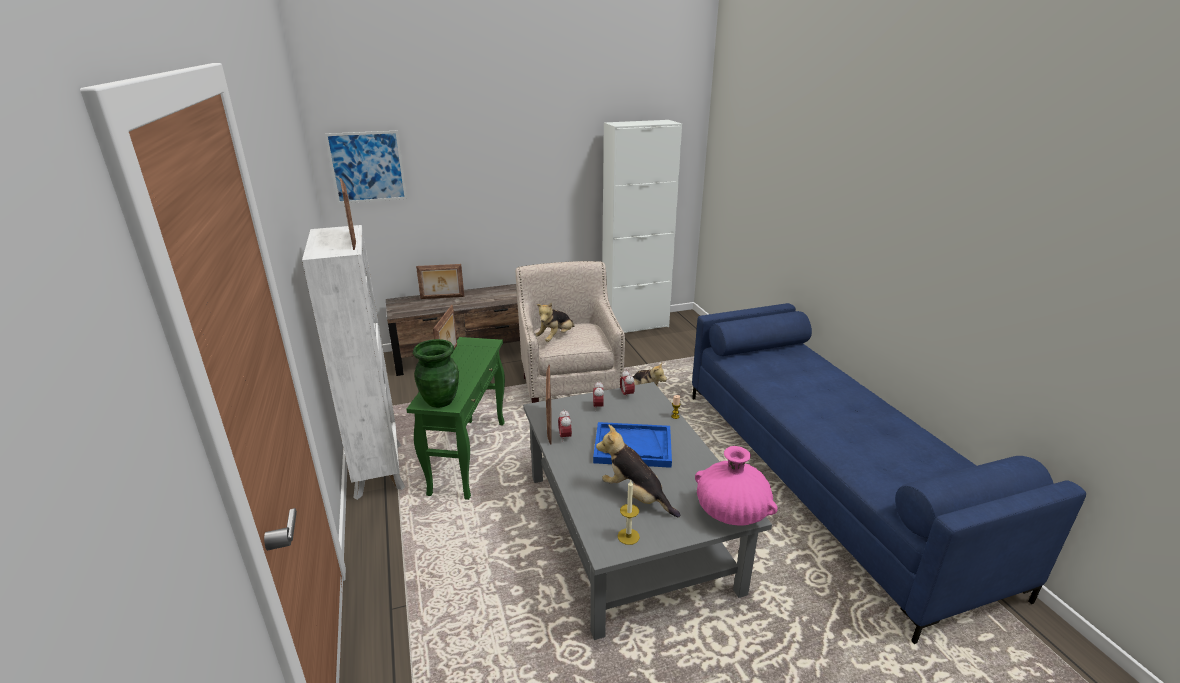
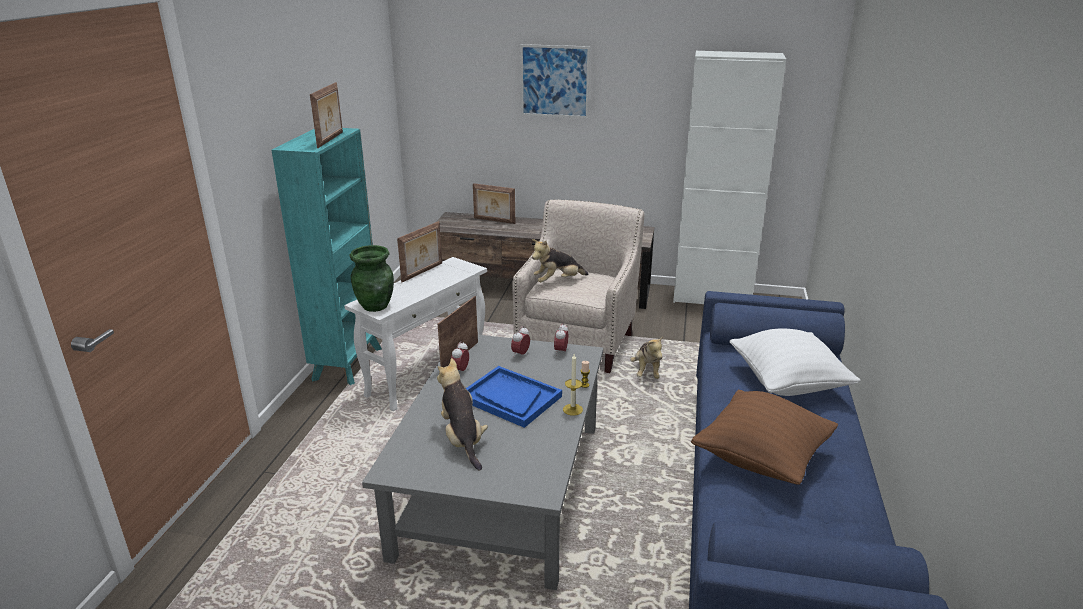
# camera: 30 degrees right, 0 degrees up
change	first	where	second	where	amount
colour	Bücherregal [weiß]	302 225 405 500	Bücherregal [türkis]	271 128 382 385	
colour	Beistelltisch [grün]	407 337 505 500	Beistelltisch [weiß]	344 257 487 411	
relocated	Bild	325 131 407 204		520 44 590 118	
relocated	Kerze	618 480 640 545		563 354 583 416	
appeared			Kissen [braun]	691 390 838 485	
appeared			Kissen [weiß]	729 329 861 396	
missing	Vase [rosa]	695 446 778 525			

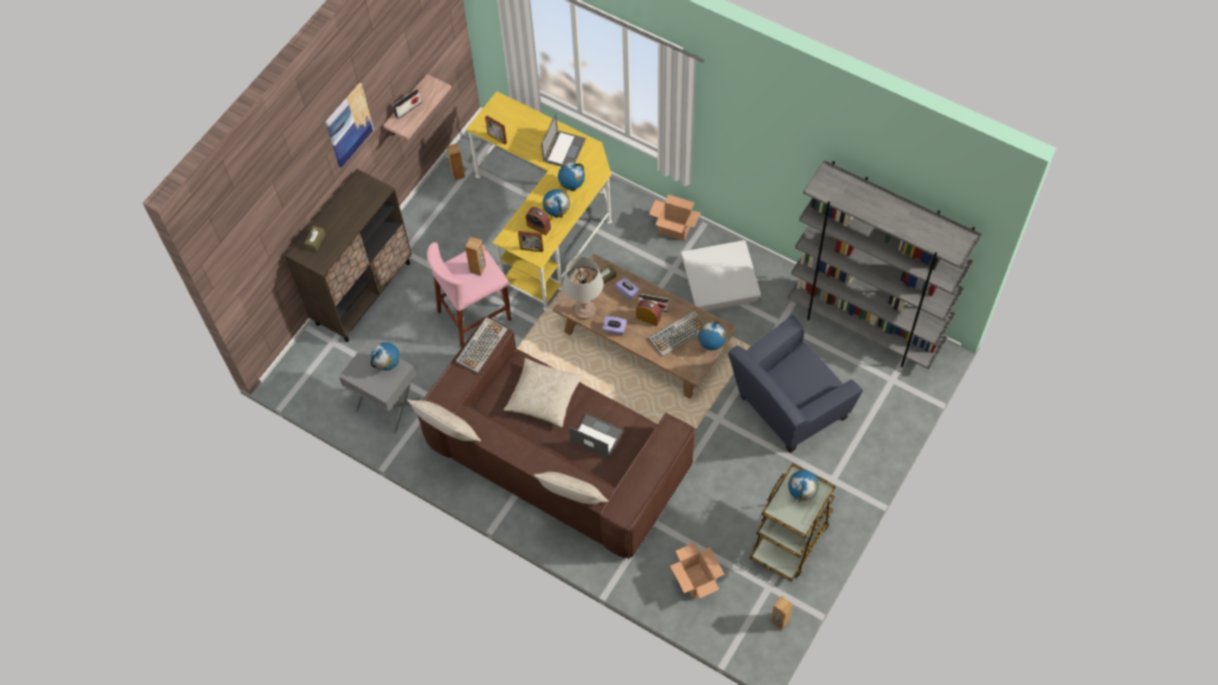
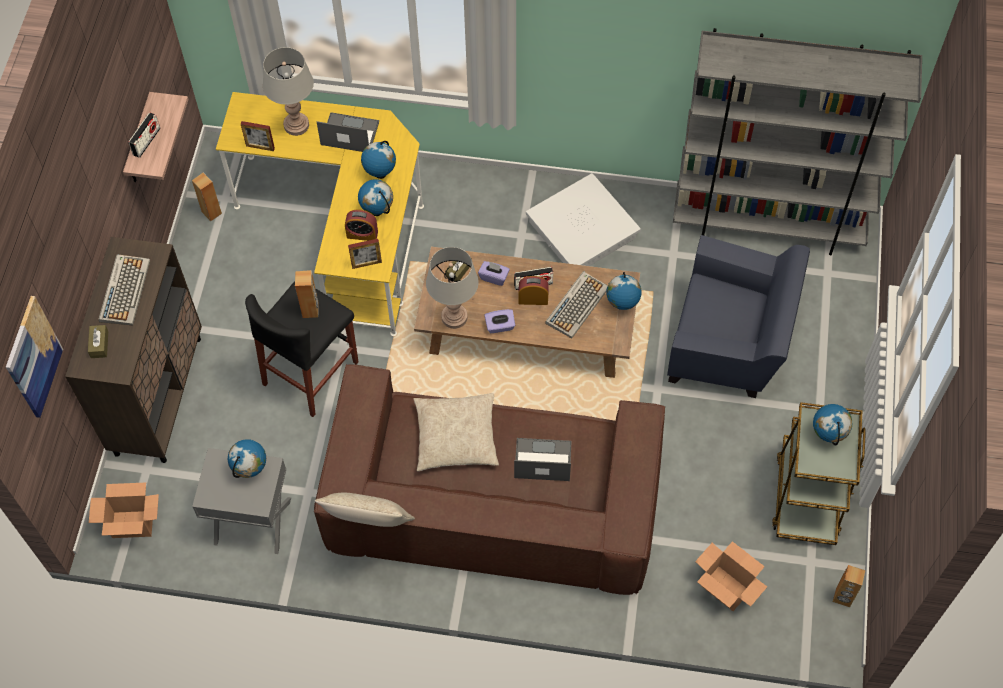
# camera: 25 degrees left, 0 degrees up
change	first	where	second	where	amount
relocated	Bild	325 83 374 168		6 296 63 418	
relocated	Karton	649 195 701 241		89 483 159 538	
relocated	Tastatur	456 317 507 373		98 254 150 325	
colour	Hocker [rosa]	427 242 512 347	Hocker [schwarz]	245 281 359 417	
appeared			Tischlampe [grau]	263 47 314 136	
spun	Laptop	541 114 586 167		317 112 379 152	75 degrees counterclockwise
spun	Sessel [blau]	728 314 863 453		667 235 810 398	105 degrees counterclockwise
missing	Kissen [beige]	534 472 608 505			

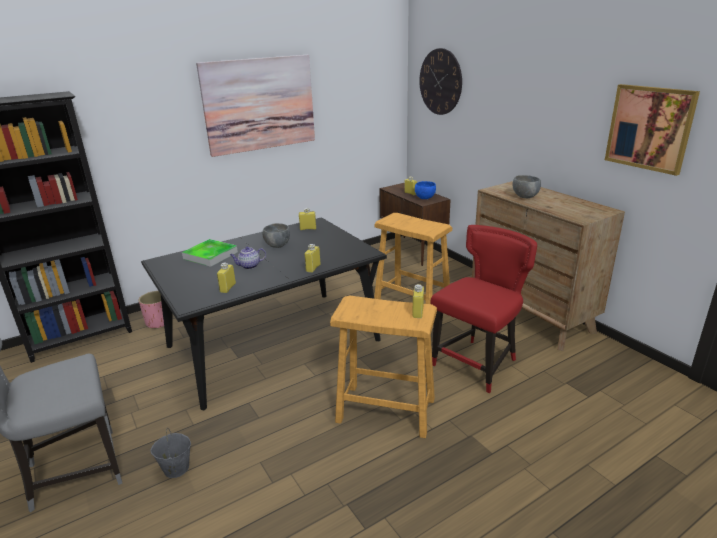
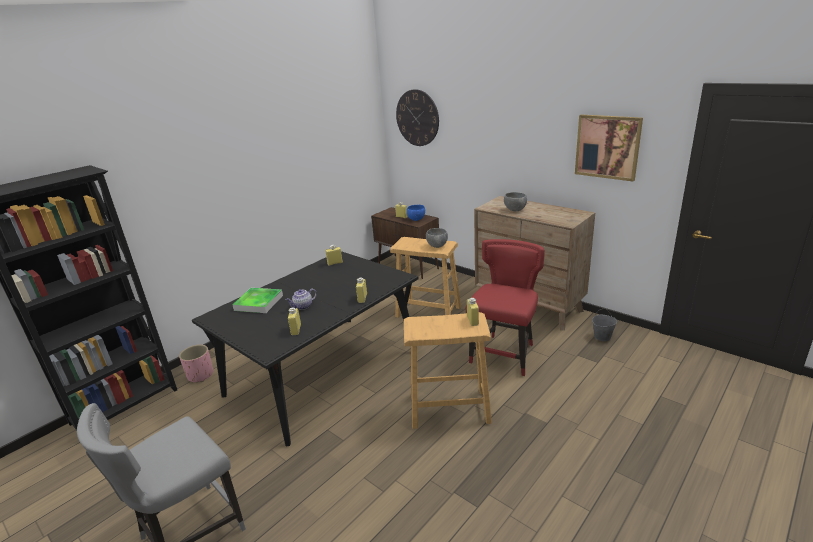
# camera: 15 degrees left, 0 degrees up
change	first	where	second	where	amount
relocated	Schüssel [grau]	262 223 290 248		426 228 448 248	
relocated	Eimer [grau]	150 428 191 478		592 309 617 341	
missing	Bild	196 55 315 157			

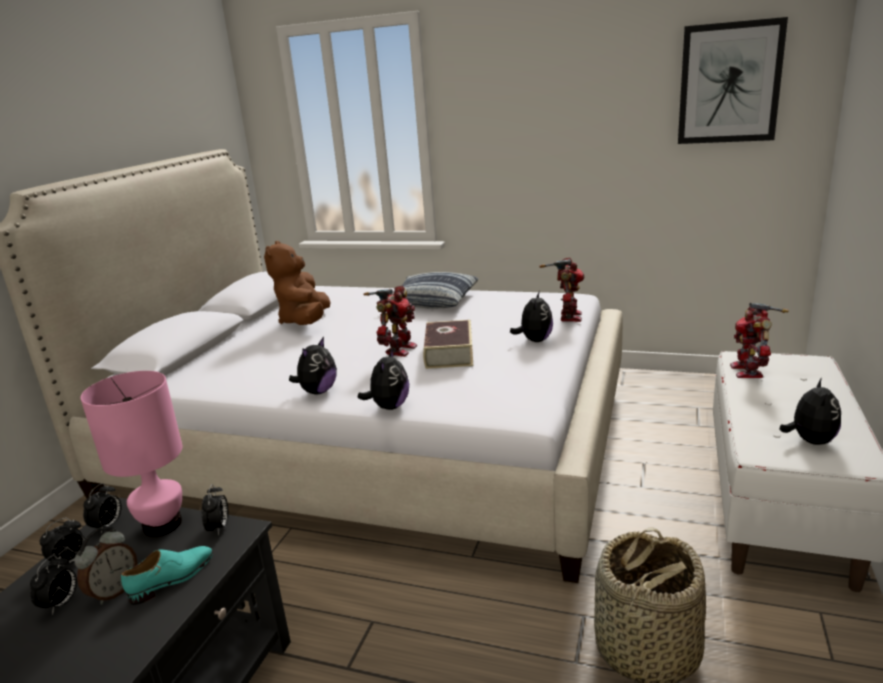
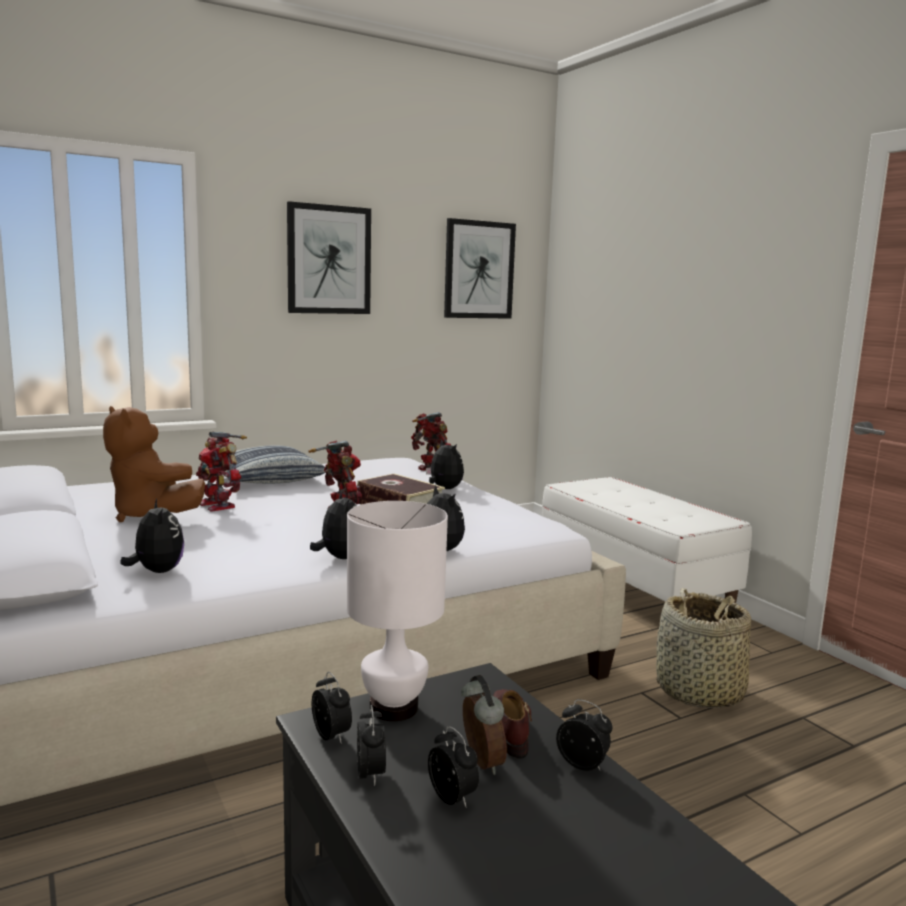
# camera: 50 degrees left, 10 degrees down
change	first	where	second	where	amount
relocated	Plüschtier	780 377 841 445		121 499 184 573	
relocated	Spielzeugroboter	730 303 789 378		196 432 247 511	
appeared			Bild	287 201 371 314	
colour	Tischlampe [rosa]	80 371 183 537	Tischlampe [weiß]	347 501 448 721	
colour	Schuh [türkis]	121 546 213 605	Schuh [braun]	493 689 532 759	
relocated	Wecker	202 484 229 535		556 699 613 771	

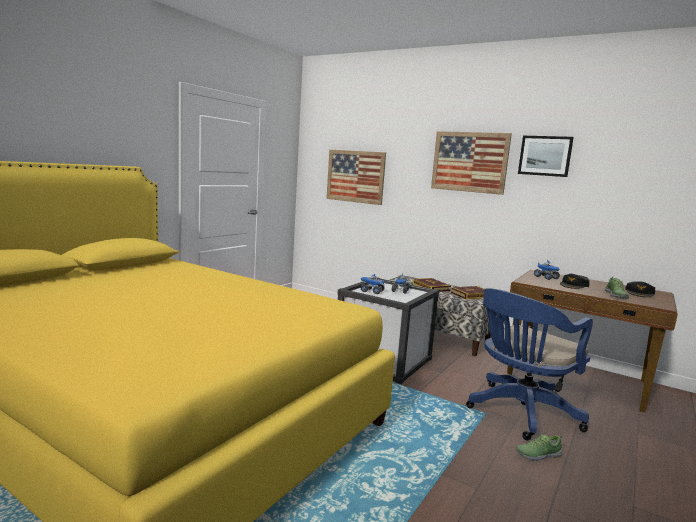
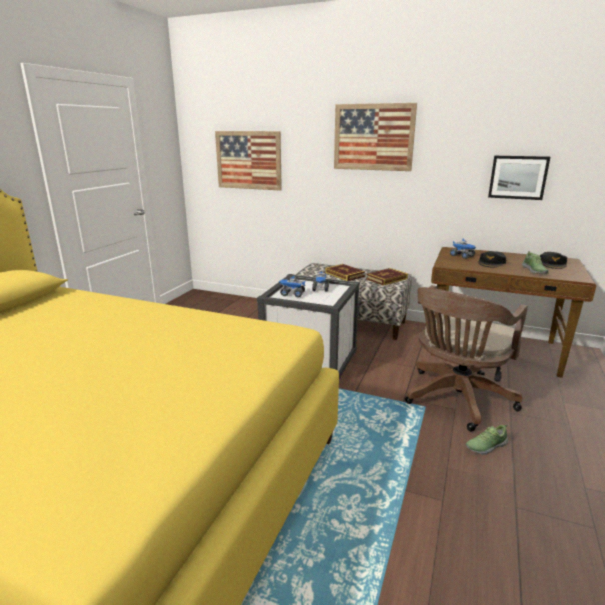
# camera: 10 degrees left, 10 degrees up
change	first	where	second	where	amount
colour	Bürostuhl [blau]	466 288 593 440	Bürostuhl [braun]	405 285 528 431	
relocated	Bild	518 136 574 177		488 156 550 200	

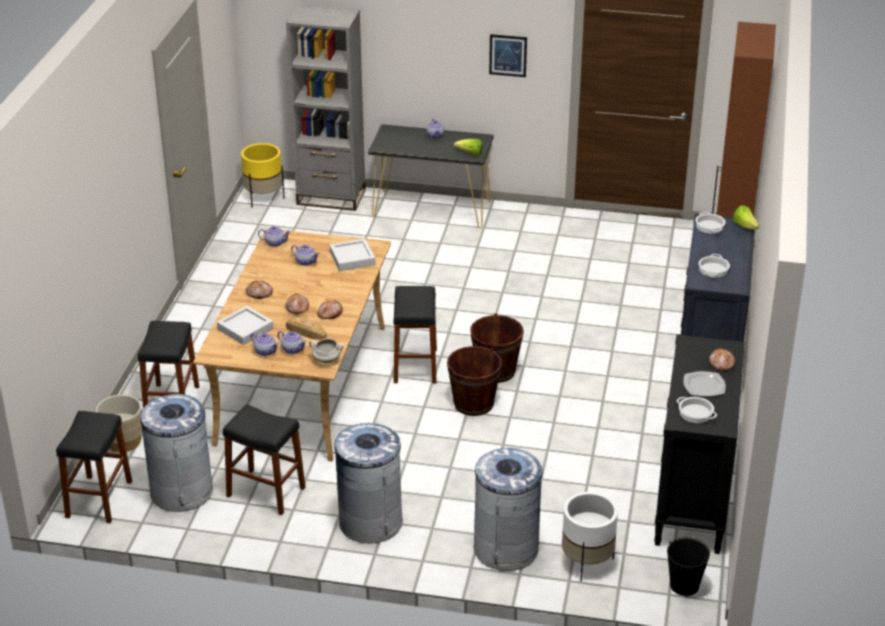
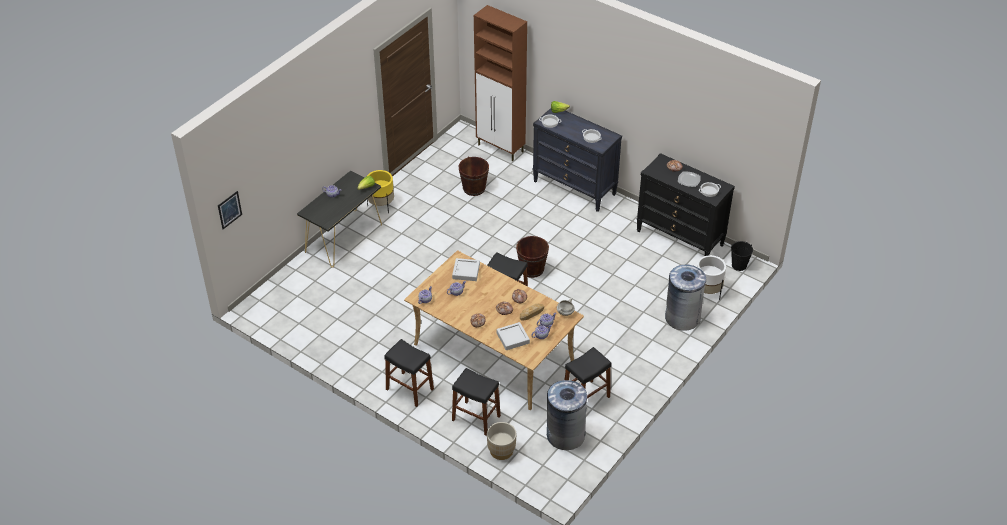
# camera: 65 degrees left, 10 degrees up
change	first	where	second	where	amount
relocated	Bild	489 34 527 77		218 191 242 229	
relocated	Pflanzkübel [gelb]	241 143 285 207		367 170 394 214	
relocated	Hocker [schwarz]	56 411 132 523		384 339 434 407	
relocated	Eimer [braun]	447 346 502 416		459 156 489 196	
missing	Bücherregal [grau]	286 5 366 211			
missing	Mülleimer [grau]	335 423 403 543			

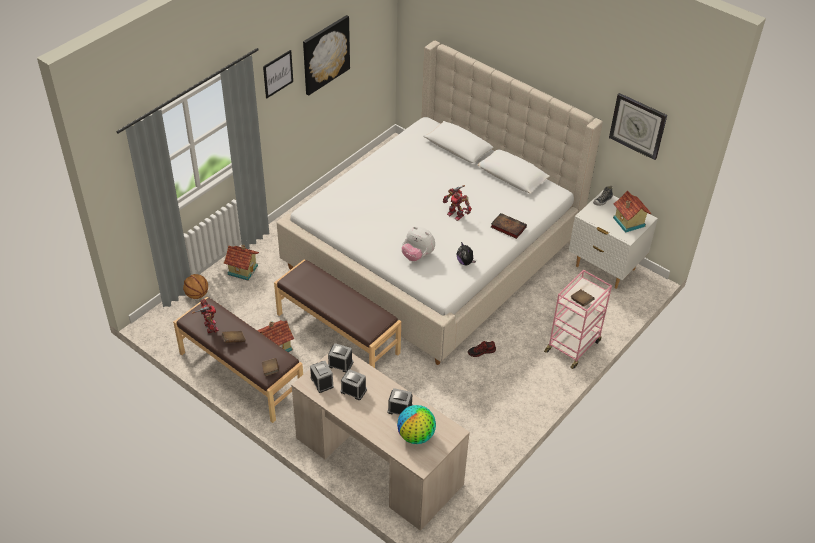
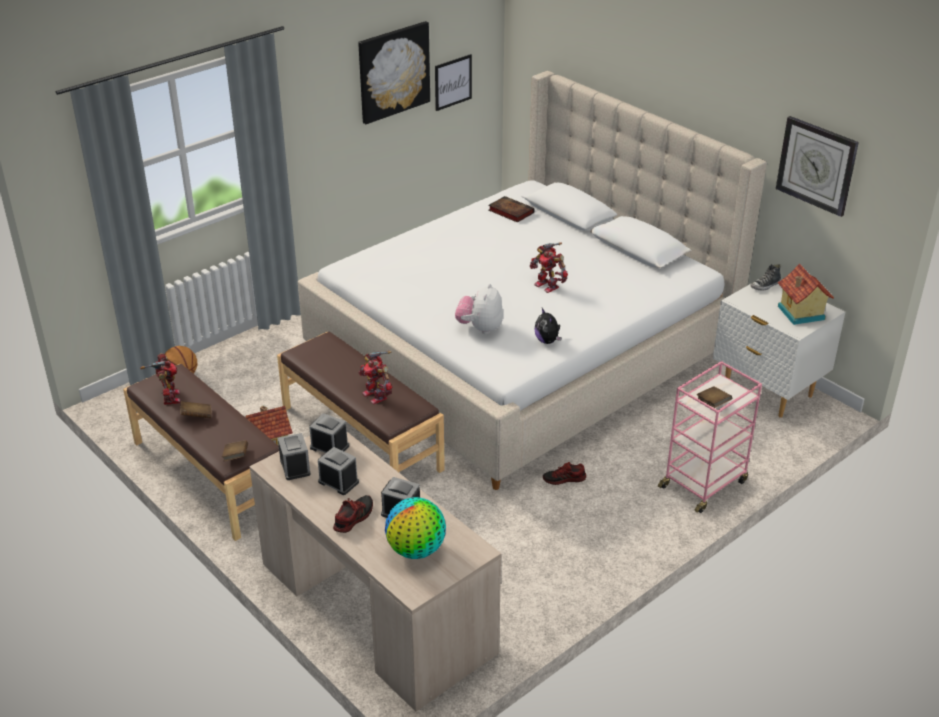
# camera: 10 degrees right, 10 degrees down
change	first	where	second	where	amount
appeared			Schuh	333 495 373 533	
appeared			Spielzeugroboter	358 351 392 404	
relocated	Bild	263 50 293 98		435 54 472 111	
spun	Plüschtier	402 226 435 261		455 284 503 334	60 degrees clockwise
relocated	Buch	491 213 527 239		488 196 535 223	
missing	Spielzeughaus	224 245 259 281			

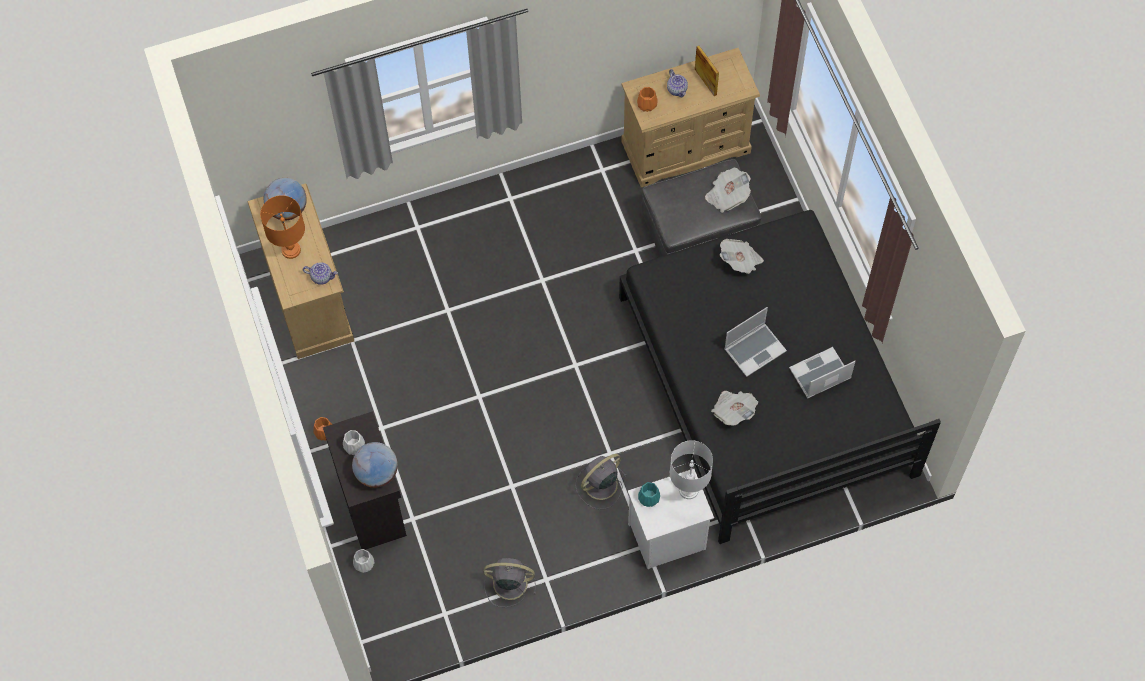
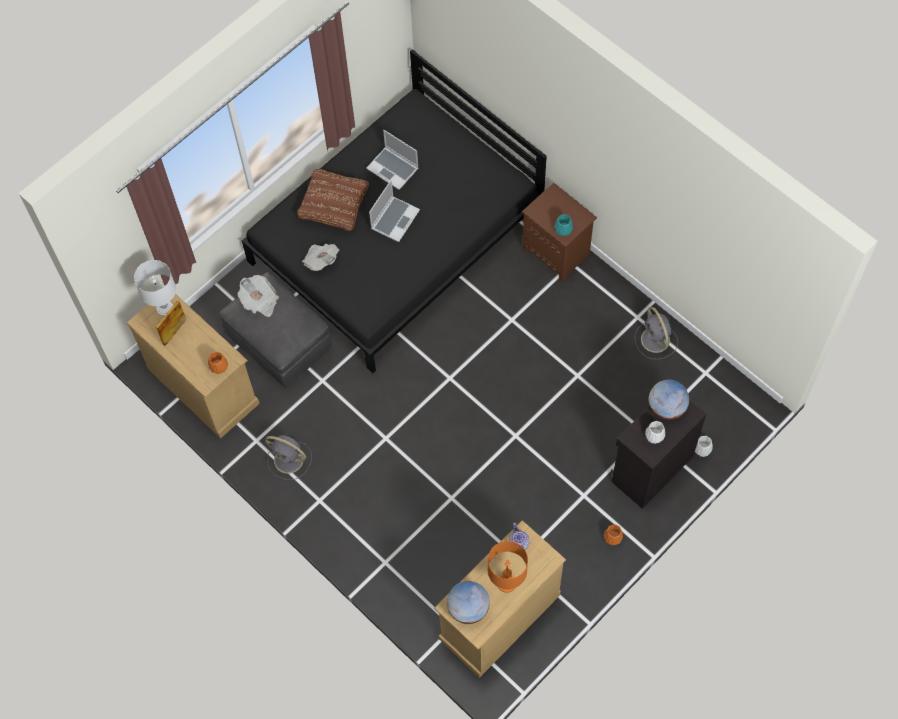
# camera: 115 degrees left, 0 degrees up
change	first	where	second	where	amount
relocated	Tischlampe [weiß]	670 440 713 499		134 260 176 316	
relocated	Ventilator [grau]	575 454 627 509		265 434 312 480	
appeared			Kissen [braun]	297 169 369 231	
spun	Laptop	725 307 787 377		369 180 420 242	90 degrees clockwise
colour	Nachttisch [weiß]	628 469 714 569	Nachttisch [braun]	522 183 597 282	
missing	Teekanne	667 69 688 97			
missing	Zeitung	711 391 758 425			

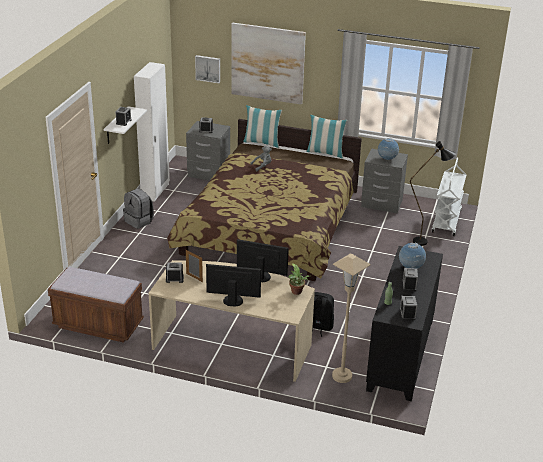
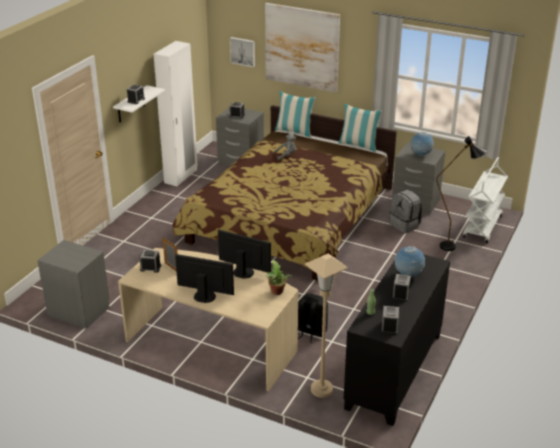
# camera: 10 degrees right, 0 degrees up
change	first	where	second	where	amount
exchanged	Bank [braun]	48 267 144 343	Nachttisch [grau]	37 240 110 329	
relocated	Rucksack [grau]	123 188 154 229		389 190 423 233	

